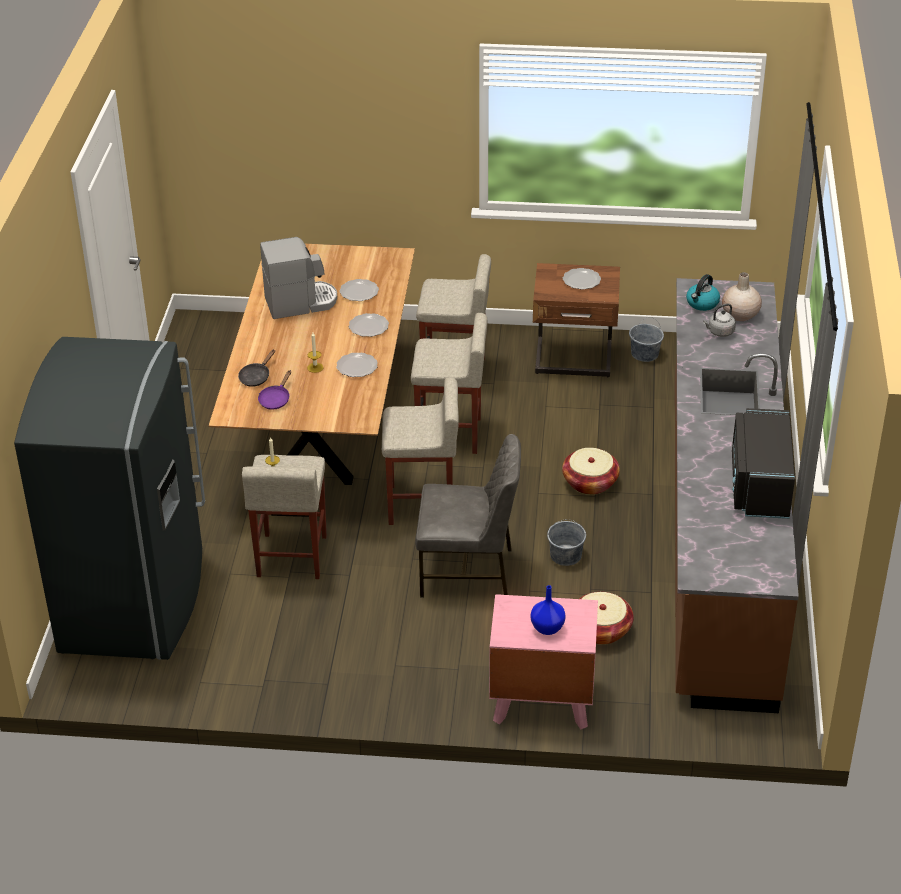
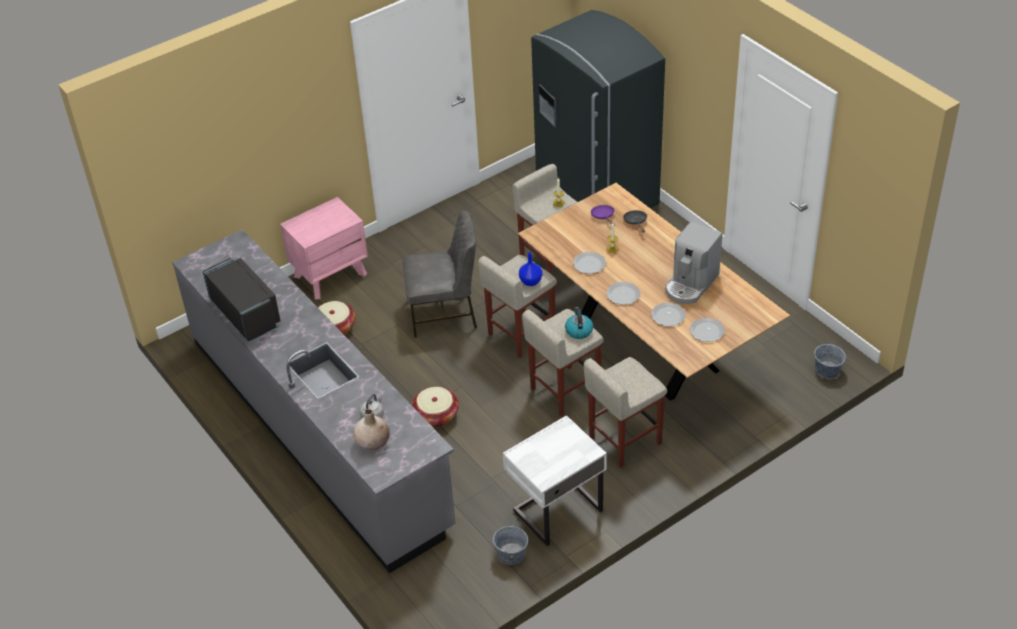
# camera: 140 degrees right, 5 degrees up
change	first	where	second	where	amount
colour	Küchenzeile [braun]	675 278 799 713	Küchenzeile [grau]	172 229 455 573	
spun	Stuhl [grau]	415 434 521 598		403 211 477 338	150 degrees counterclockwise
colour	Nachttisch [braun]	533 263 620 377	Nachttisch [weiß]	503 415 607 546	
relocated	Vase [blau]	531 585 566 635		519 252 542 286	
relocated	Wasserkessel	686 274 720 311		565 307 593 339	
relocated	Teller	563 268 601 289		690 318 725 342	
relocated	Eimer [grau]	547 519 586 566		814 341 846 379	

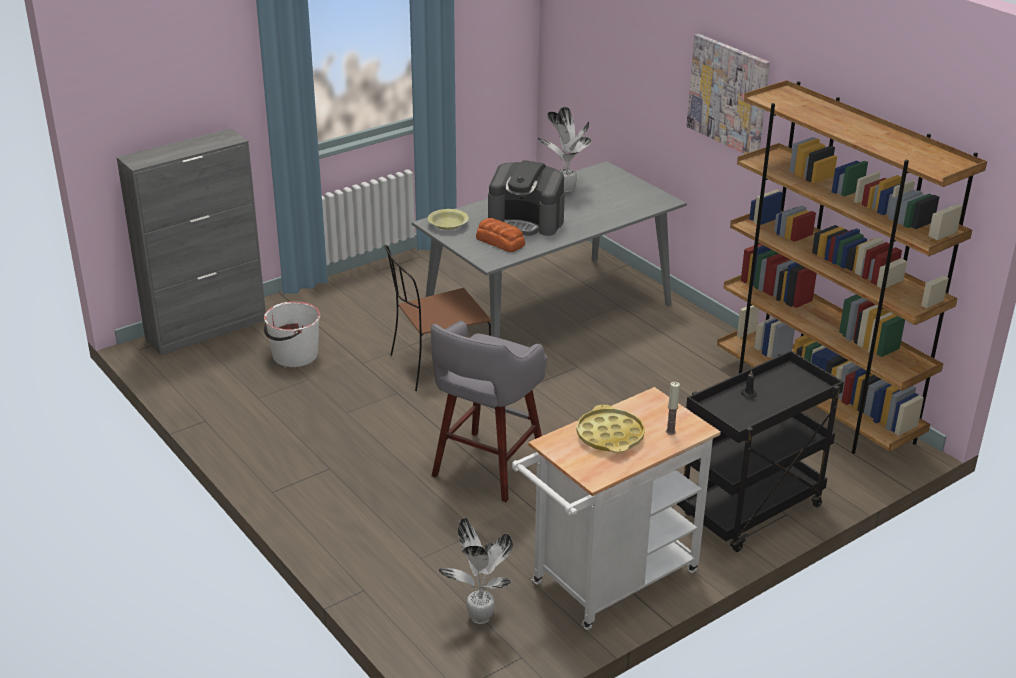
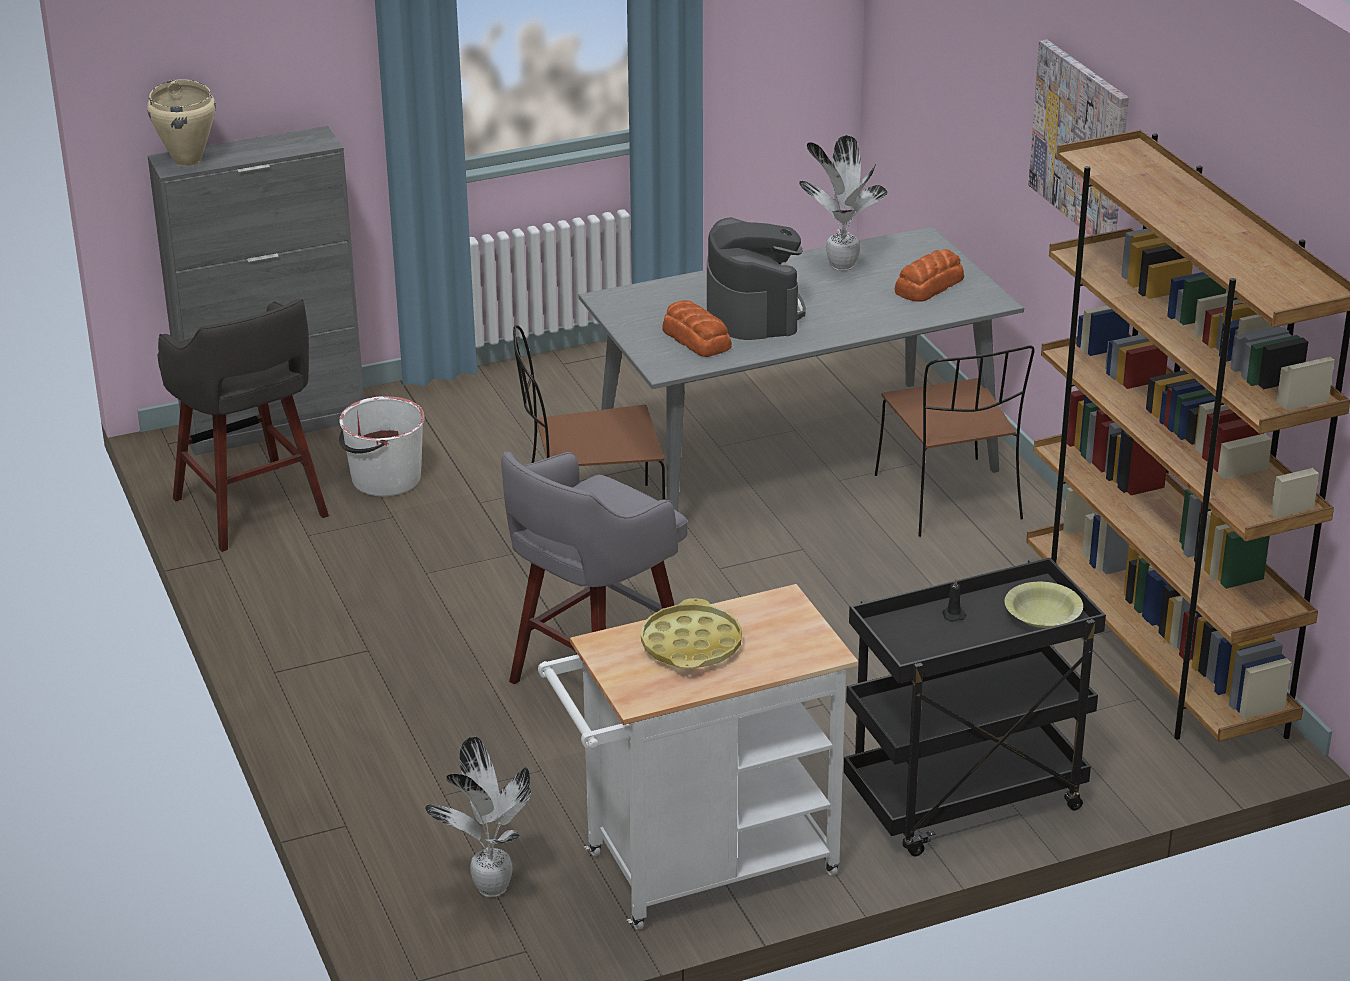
# camera: 15 degrees right, 0 degrees up
change	first	where	second	where	amount
appeared			Kochtopf [beige]	147 79 216 166	
appeared			Hocker [grau]	157 299 329 552	
spun	Kaffeemaschine	488 160 565 236		707 217 806 340	135 degrees counterclockwise
appeared			Stuhl [braun]	875 345 1035 537	
appeared			Brot	895 249 964 301	
relocated	Schüssel [gelb]	428 209 469 230		1005 582 1083 628	
missing	Kerze	666 382 680 435			

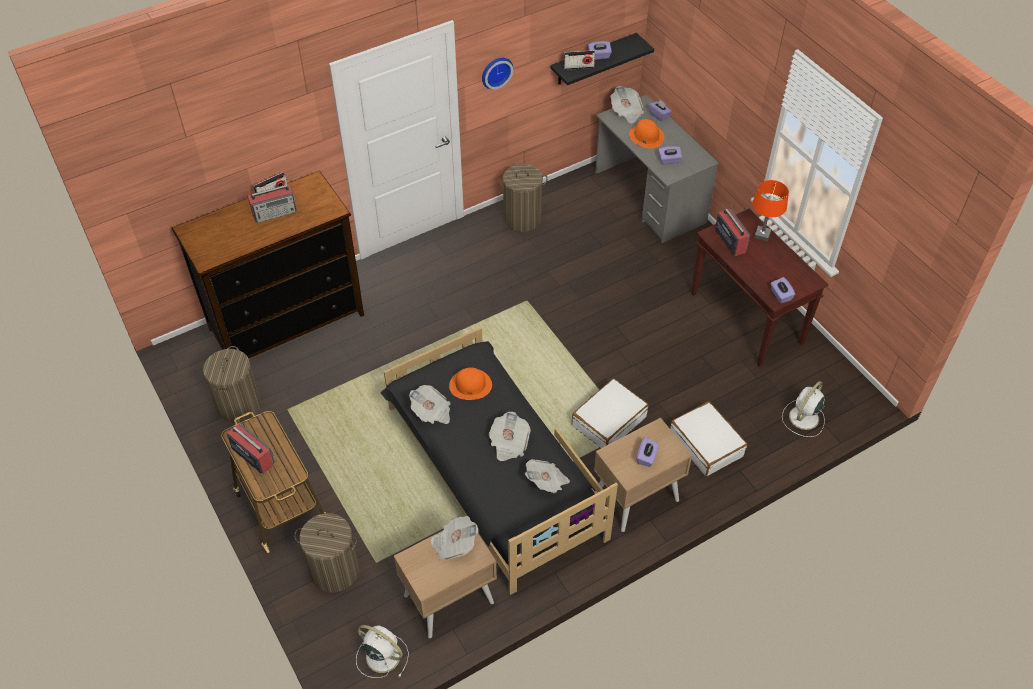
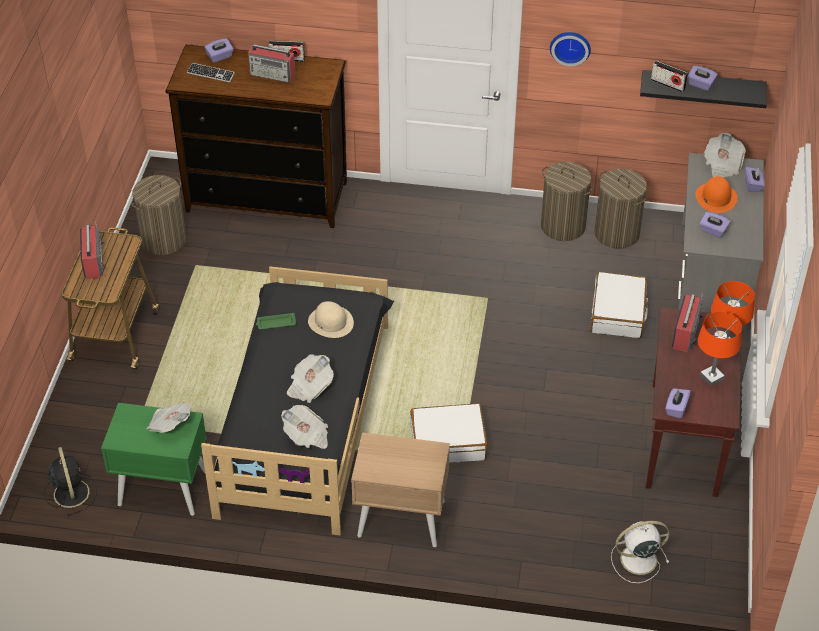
# camera: 40 degrees right, 5 degrees down
change	first	where	second	where	amount
colour	Ventilator [weiß]	356 625 409 678	Ventilator [schwarz]	44 447 97 517	
colour	Nachttisch [beige]	394 531 497 638	Nachttisch [grün]	101 403 206 516	
appeared			Tastatur	187 63 235 82	
relocated	Taschentuchbox [lila]	637 437 659 467		205 39 234 62	
exchanged	Zeitung	409 385 450 424	Tablett [grün]	256 313 296 329	
colour	Hut [orange]	449 367 492 400	Hut [beige]	308 301 354 338	
relocated	Koffer [weiß]	670 401 748 476		591 272 649 338	
relocated	Wäschekorb	294 513 359 593		594 169 647 249	
appeared			Tischlampe [orange]	698 311 742 386	

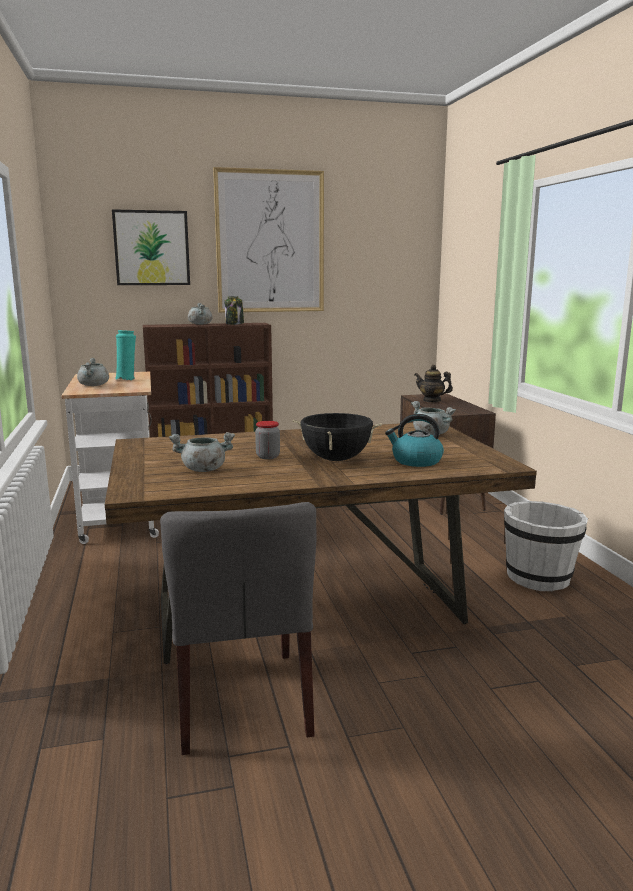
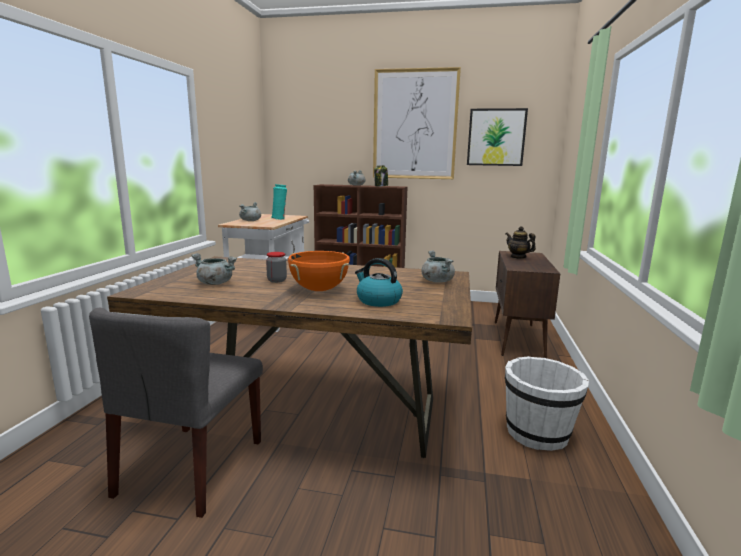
# camera: 25 degrees right, 0 degrees up
change	first	where	second	where	amount
colour	Kochtopf [schwarz]	293 413 382 461	Kochtopf [orange]	288 251 350 291	
relocated	Bild	112 209 190 285		467 108 528 166	

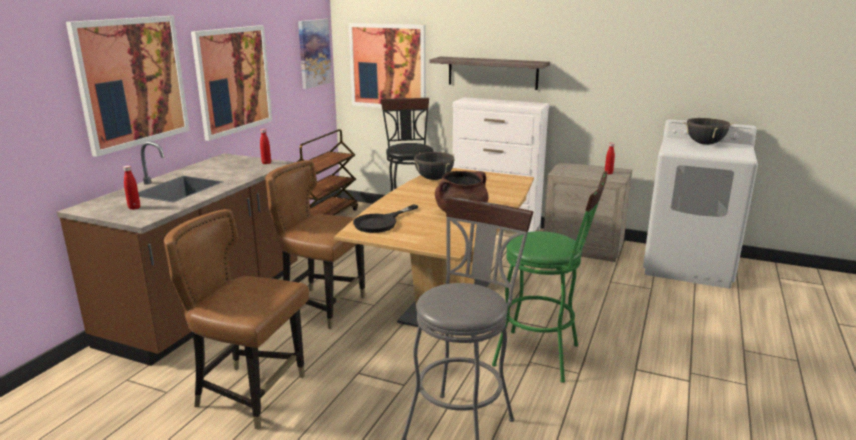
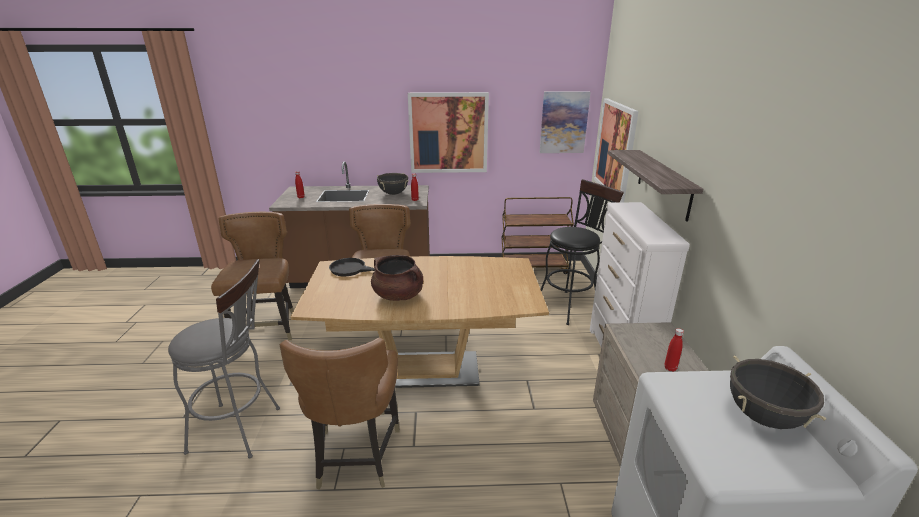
# camera: 65 degrees right, 5 degrees up
change	first	where	second	where	amount
exchanged	Hocker [grün]	492 171 607 383	Stuhl [braun]	280 337 400 490	
relocated	Kochtopf [schwarz]	413 152 455 180		377 173 409 195	
missing	Bild	66 16 190 157			

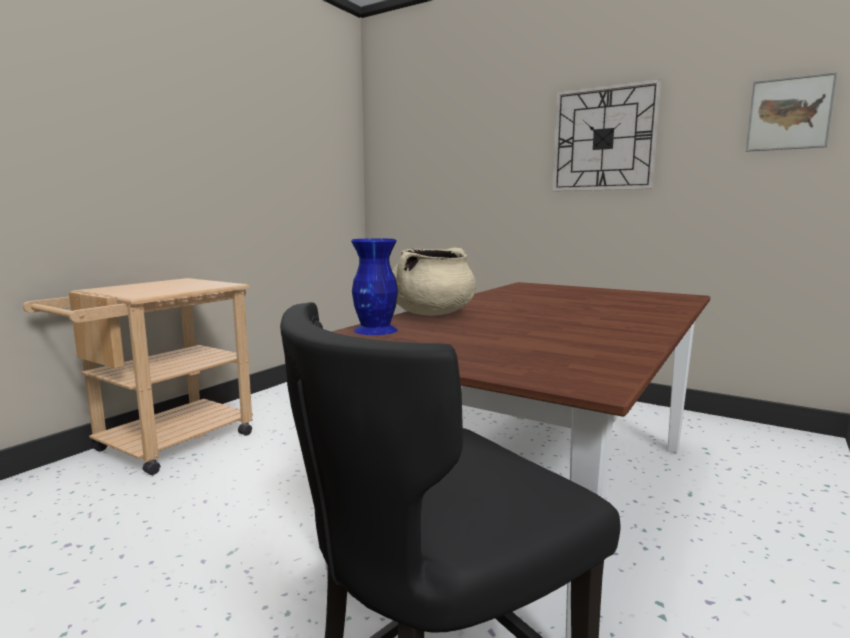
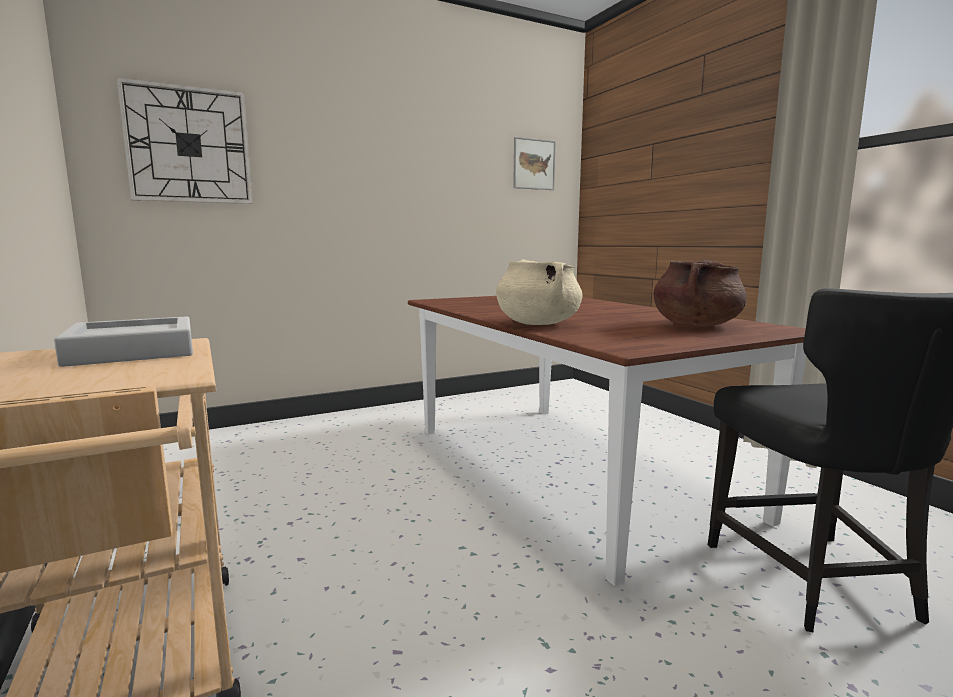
# camera: 60 degrees left, 0 degrees up
change	first	where	second	where	amount
appeared			Tablett [grau]	54 316 193 367	
relocated	Wanduhr	552 79 661 191		116 77 253 204	
appeared			Kochtopf [braun]	654 260 747 327	
missing	Vase [blau]	351 238 398 335			

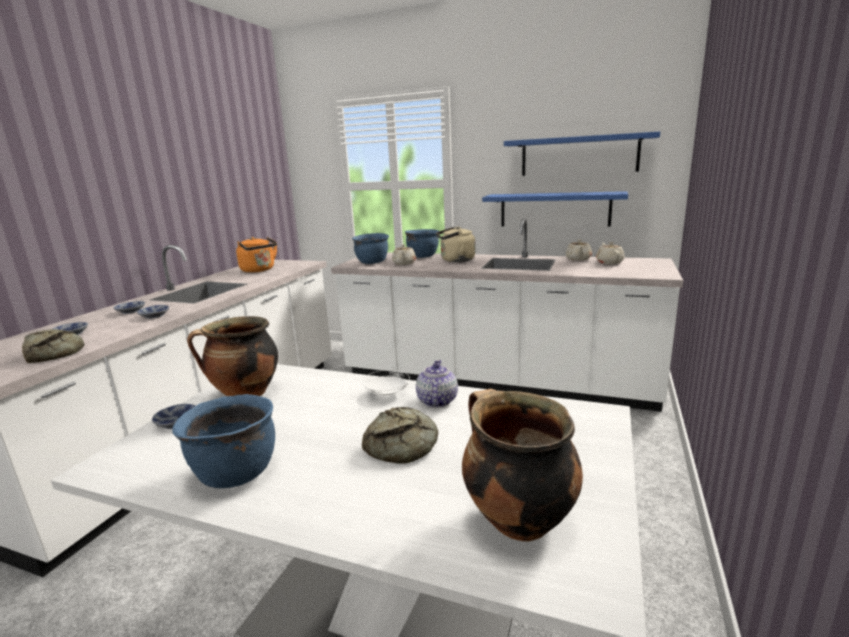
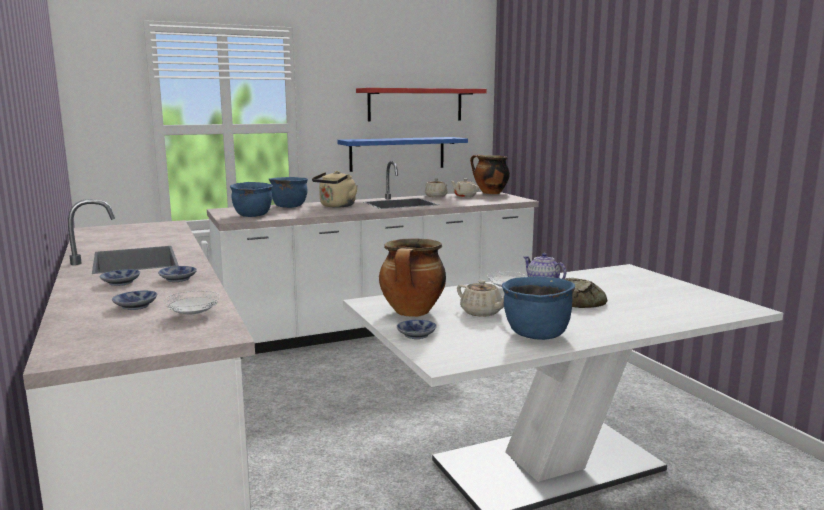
# camera: 45 degrees left, 5 degrees down
change	first	where	second	where	amount
exchanged	Brot	22 329 84 363	Teller [weiß]	163 291 220 316	
colour	Wandregal [blau]	504 132 660 176	Wandregal [rot]	356 88 487 122	
relocated	Teekanne [beige]	392 244 416 265		457 280 504 317	
relocated	Kochtopf	462 389 583 541		470 155 510 194	
missing	Wasserkessel [orange]	236 237 277 273			

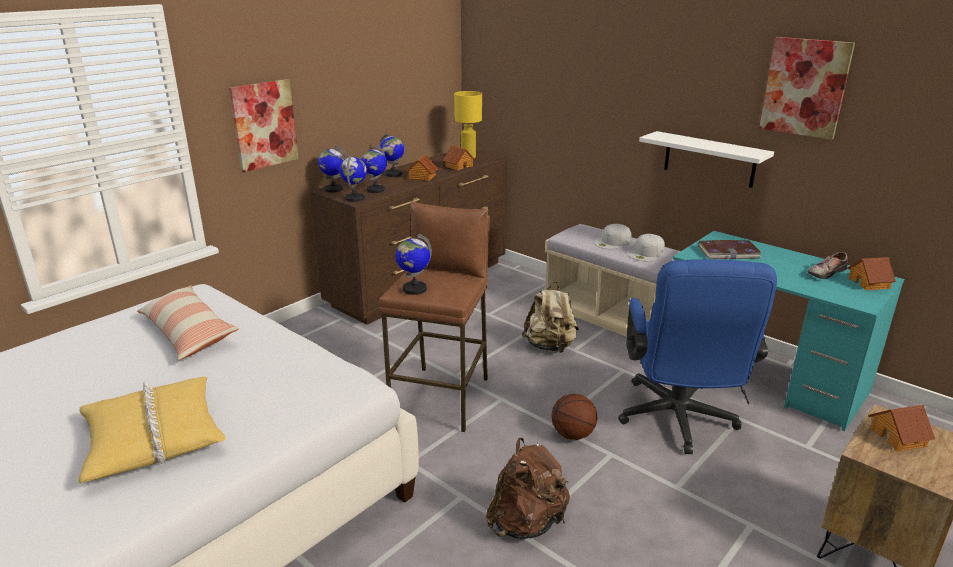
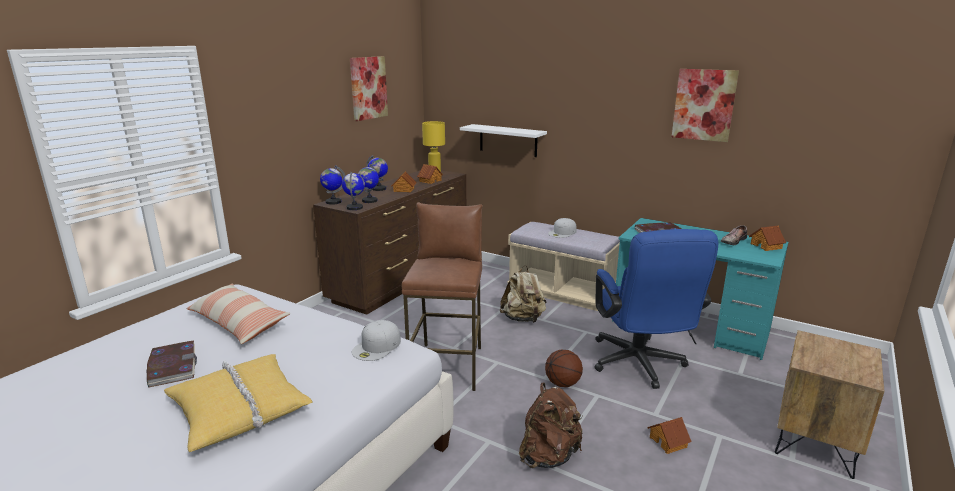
# camera: 10 degrees left, 5 degrees down
change	first	where	second	where	amount
appeared			Buch	147 340 197 387	
relocated	Bild	229 79 299 172		350 56 388 121	
relocated	Kappe [weiß]	629 234 665 261		352 320 401 361	
relocated	Wandregal [weiß]	639 131 774 188		460 124 547 157	
relocated	Spielzeughaus	868 405 935 452		647 417 691 454	
missing	Globus	396 234 432 295			

